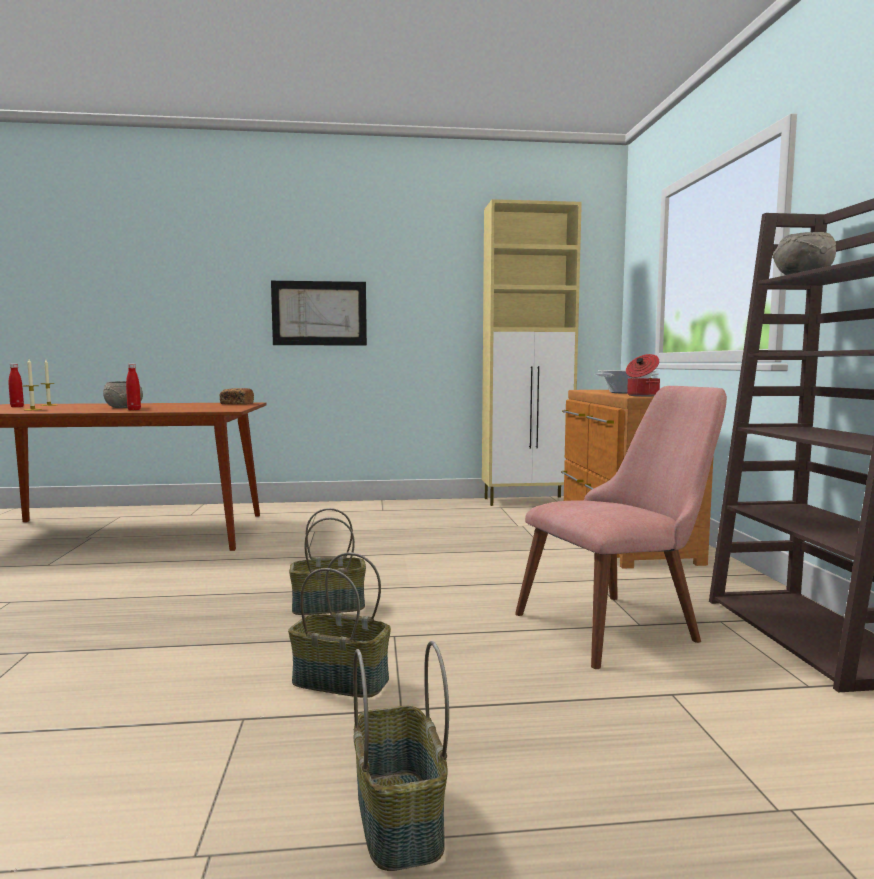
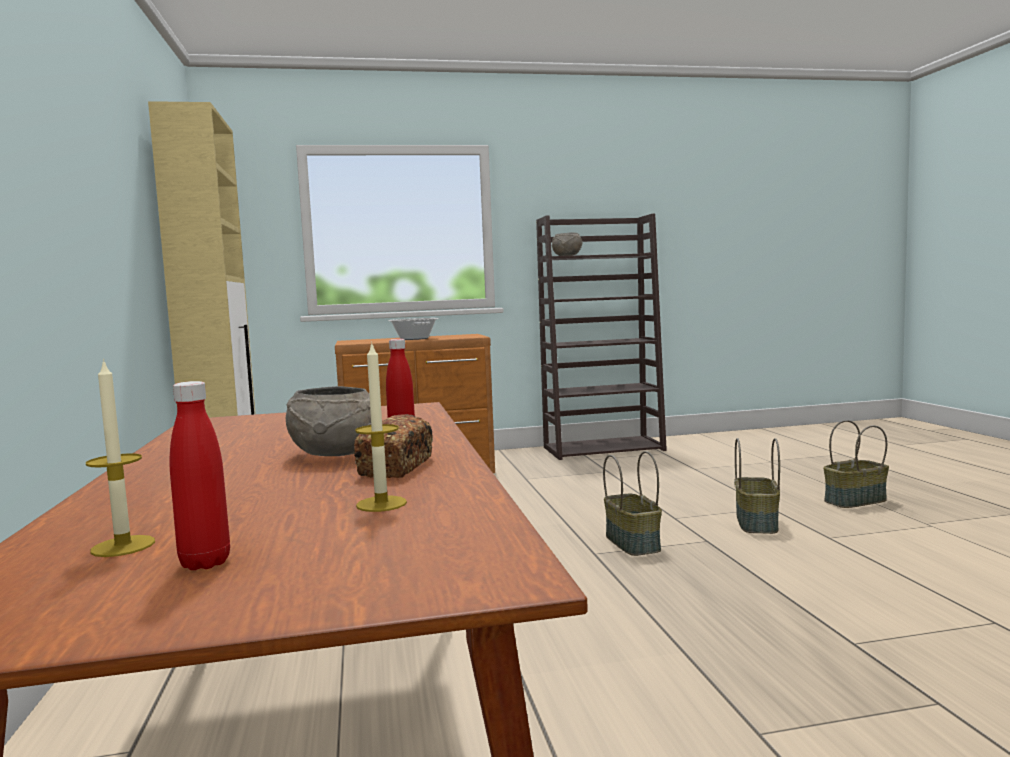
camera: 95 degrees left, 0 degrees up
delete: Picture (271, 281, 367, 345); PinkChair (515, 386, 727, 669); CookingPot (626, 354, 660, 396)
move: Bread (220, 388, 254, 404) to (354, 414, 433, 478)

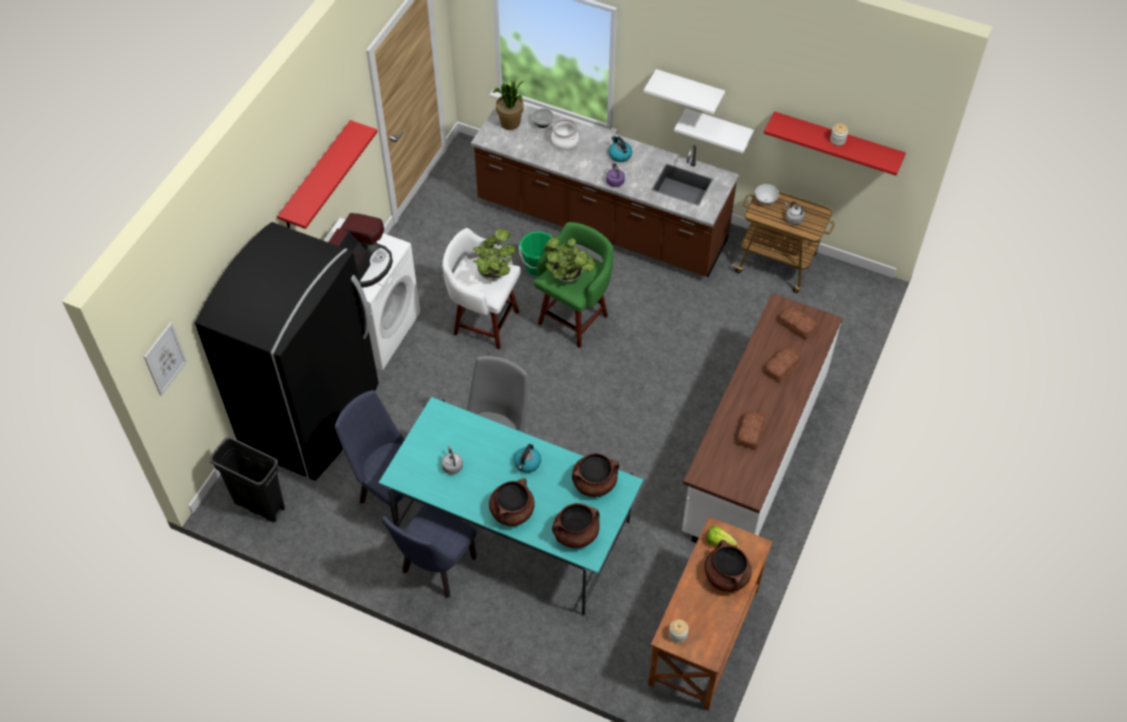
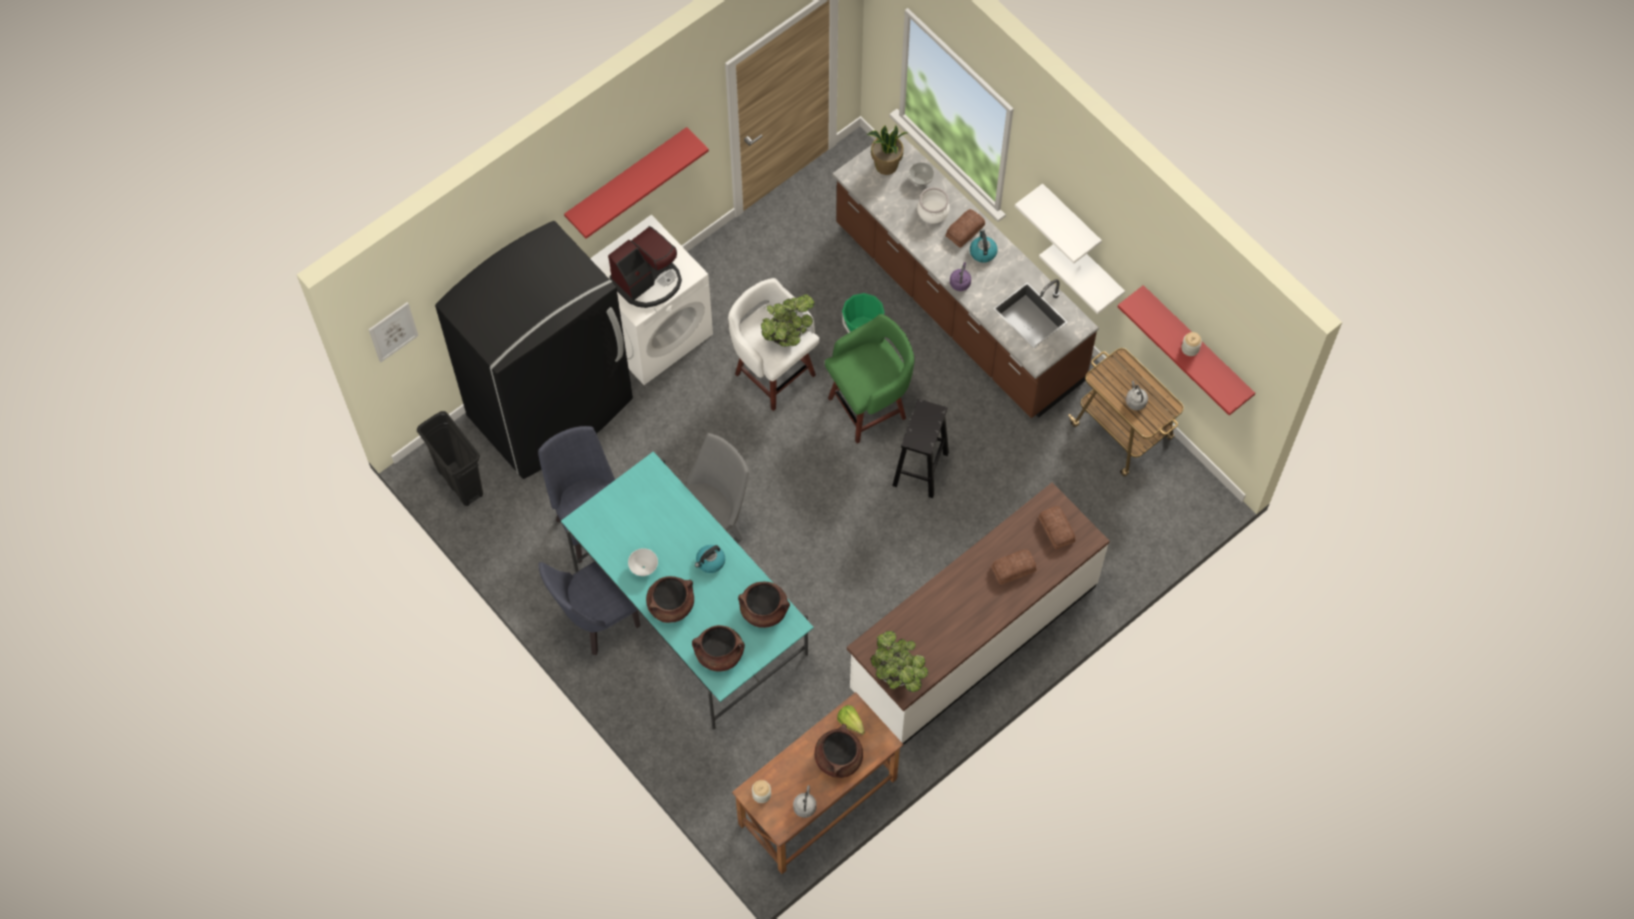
camera: 25 degrees right, 10 degrees up
insert: BlackStool (892, 399, 949, 498)
move: GreyKettle (441, 446, 463, 475) to (793, 785, 817, 818); PottedPlant (544, 237, 595, 283) to (871, 631, 928, 692); Bread (736, 411, 766, 449) to (946, 209, 985, 248); WhiteBowl (755, 184, 779, 205) to (628, 548, 658, 576)

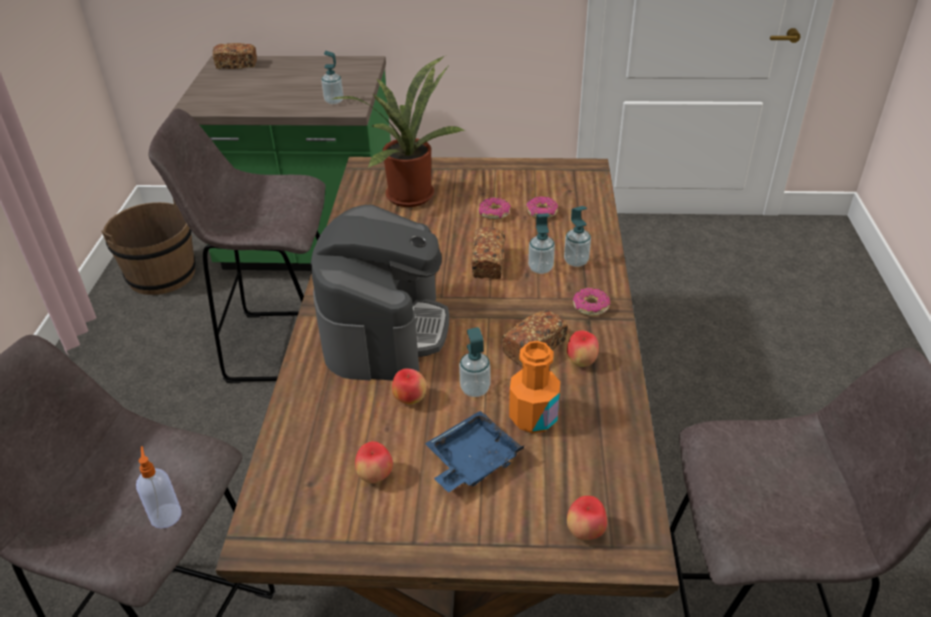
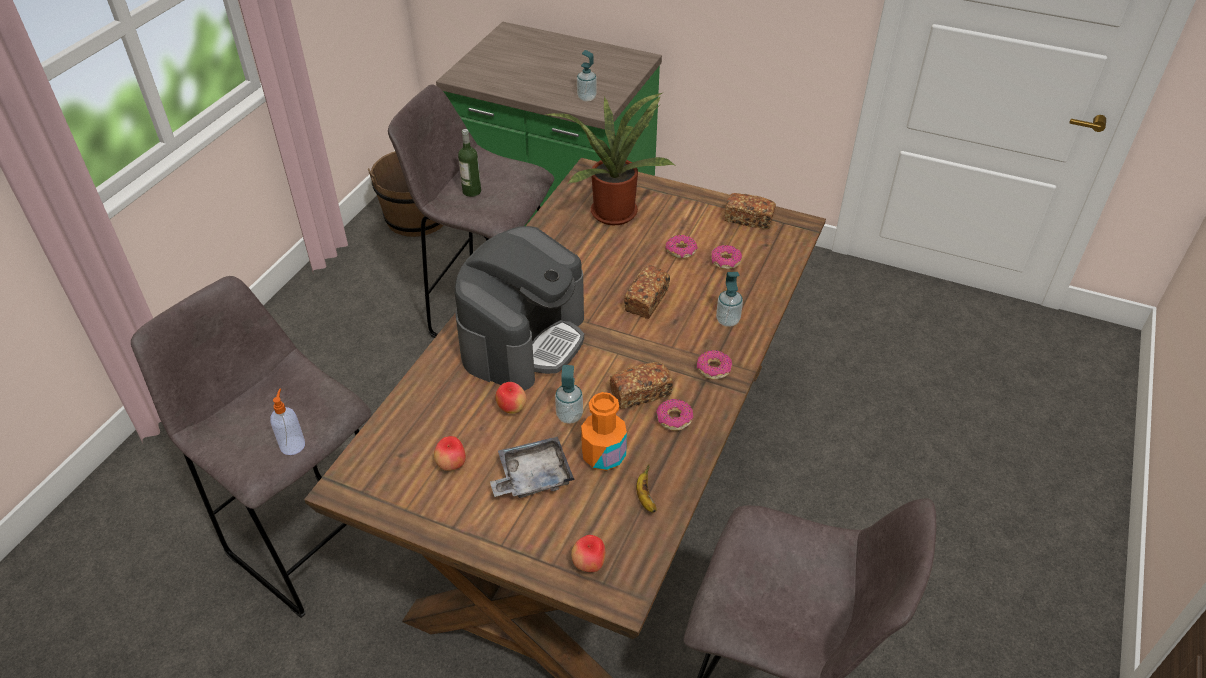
camera: 20 degrees right, 5 degrees up
delete: SoapDispenser (528, 213, 555, 274)
insert: Bottle (458, 129, 481, 197); Banana (636, 464, 657, 512)
move: Bread (213, 43, 257, 69) to (724, 193, 776, 229)
replace: Apple (567, 331, 599, 367) to Donut (656, 399, 694, 431)
recolor: BlueTray (425, 411, 524, 493) to GreyTray (490, 437, 574, 498)

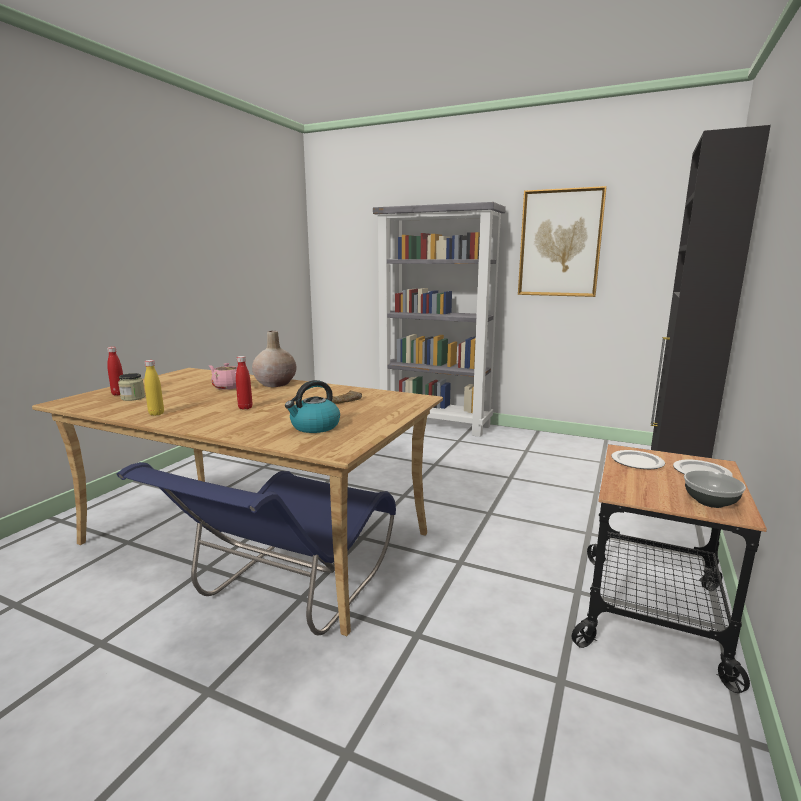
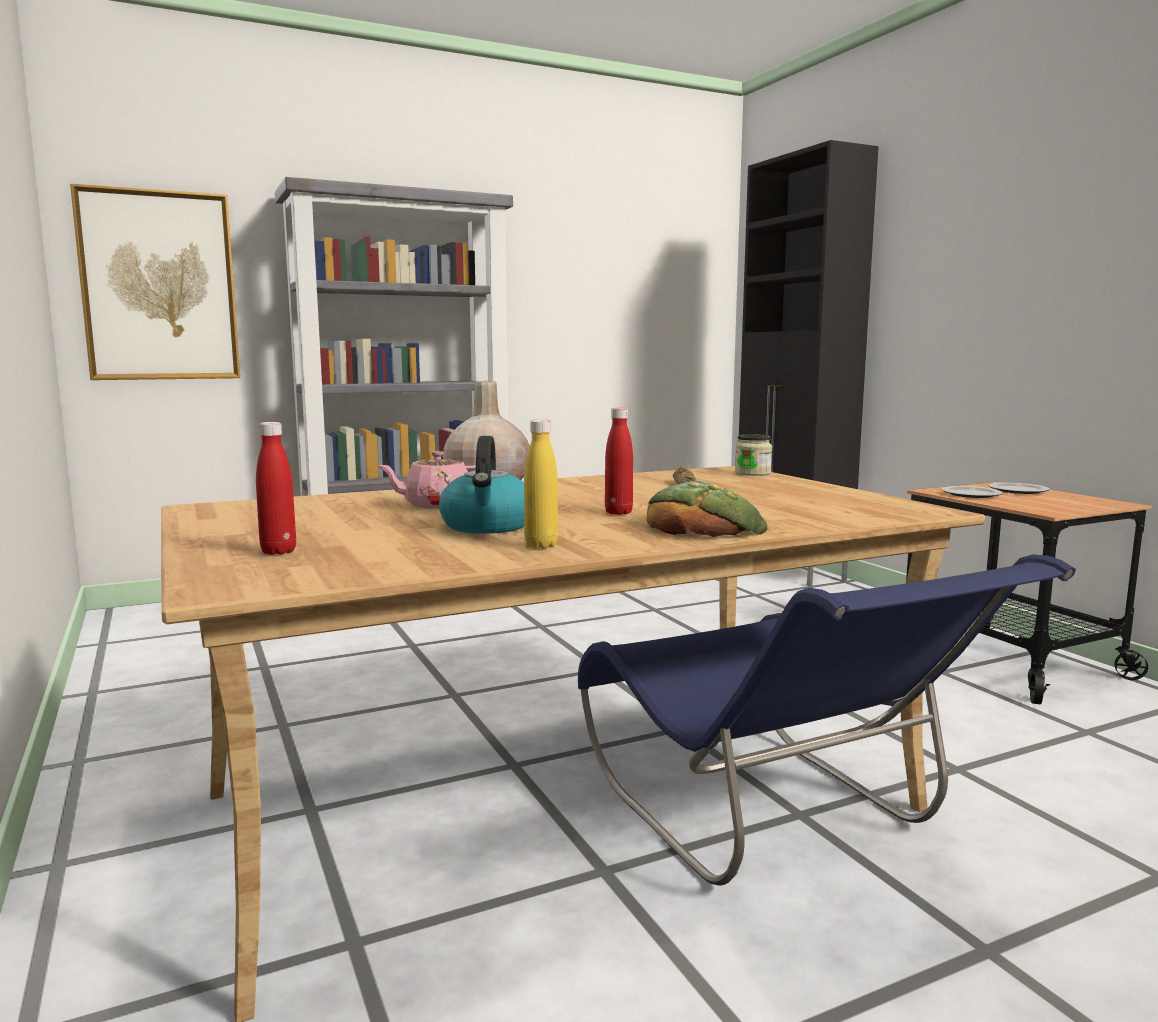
camera: 50 degrees left, 5 degrees down
delete: Bowl (684, 471, 746, 508)
insert: Bread (647, 480, 768, 537)
move: Jar (118, 373, 145, 401) to (735, 434, 772, 476); Kettle (285, 380, 340, 433) to (439, 436, 524, 534); Picture (518, 186, 607, 297) to (70, 184, 240, 380)

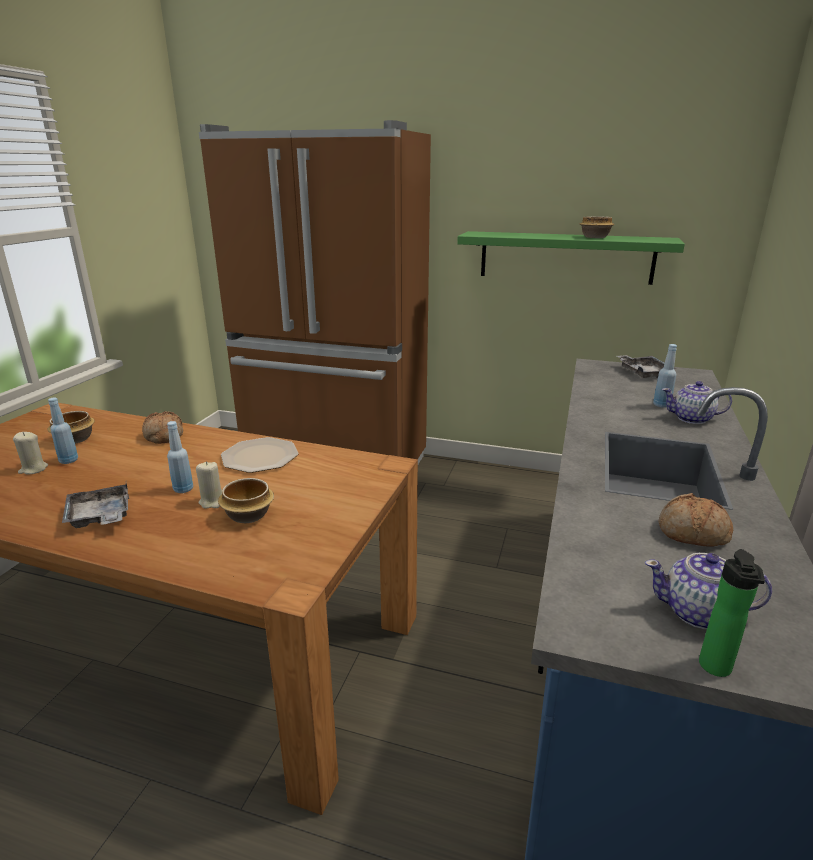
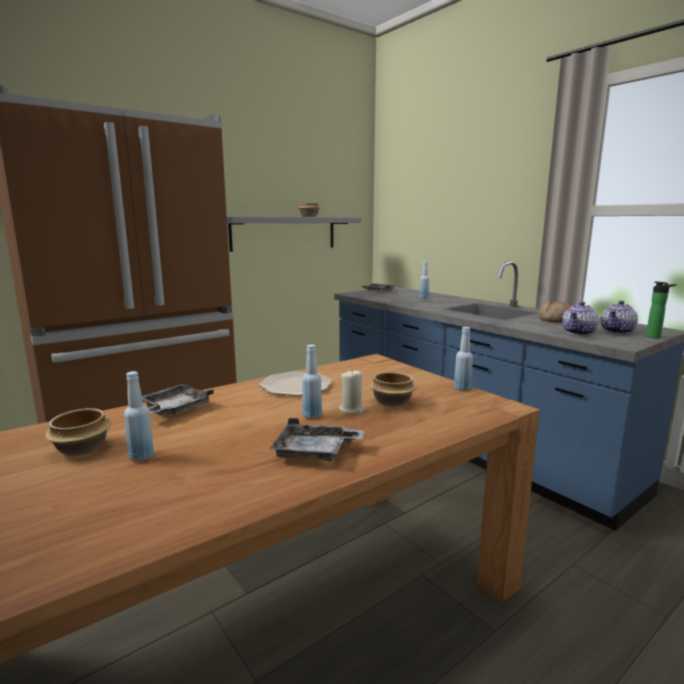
camera: 55 degrees left, 10 degrees down
delete: BeigeCandle (13, 432, 48, 474)
insert: BlueBottle (454, 327, 473, 391)
move: Teapot (662, 381, 732, 424) to (562, 301, 599, 335)
replace: Bread (142, 411, 183, 444) to GreyTray (142, 384, 214, 415)
recolor: GreenShelf (457, 231, 685, 285) to GreyShelf (227, 217, 361, 252)

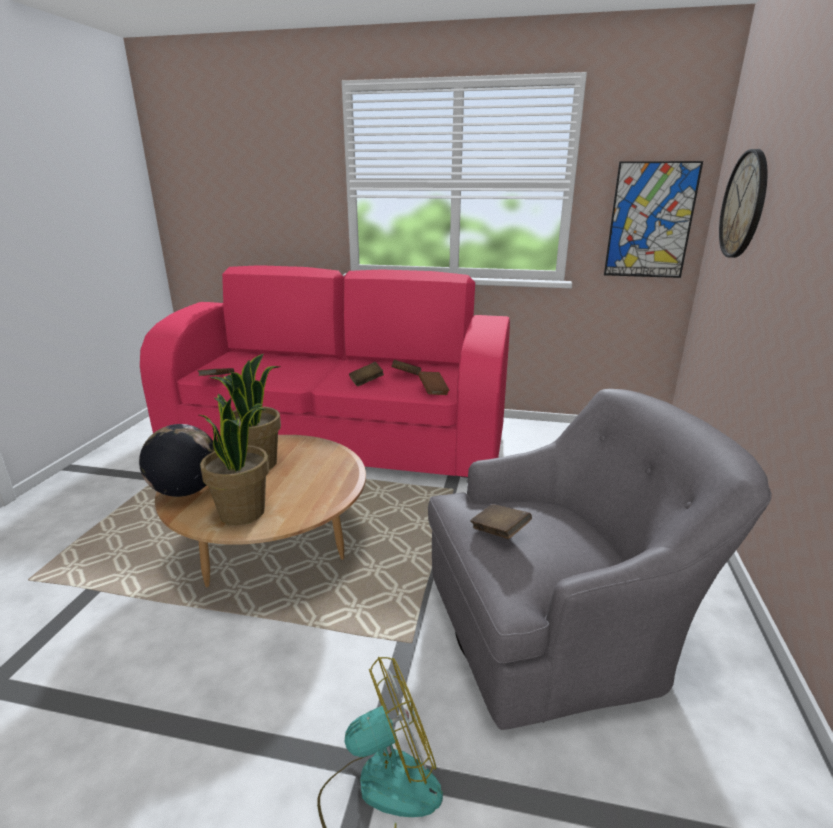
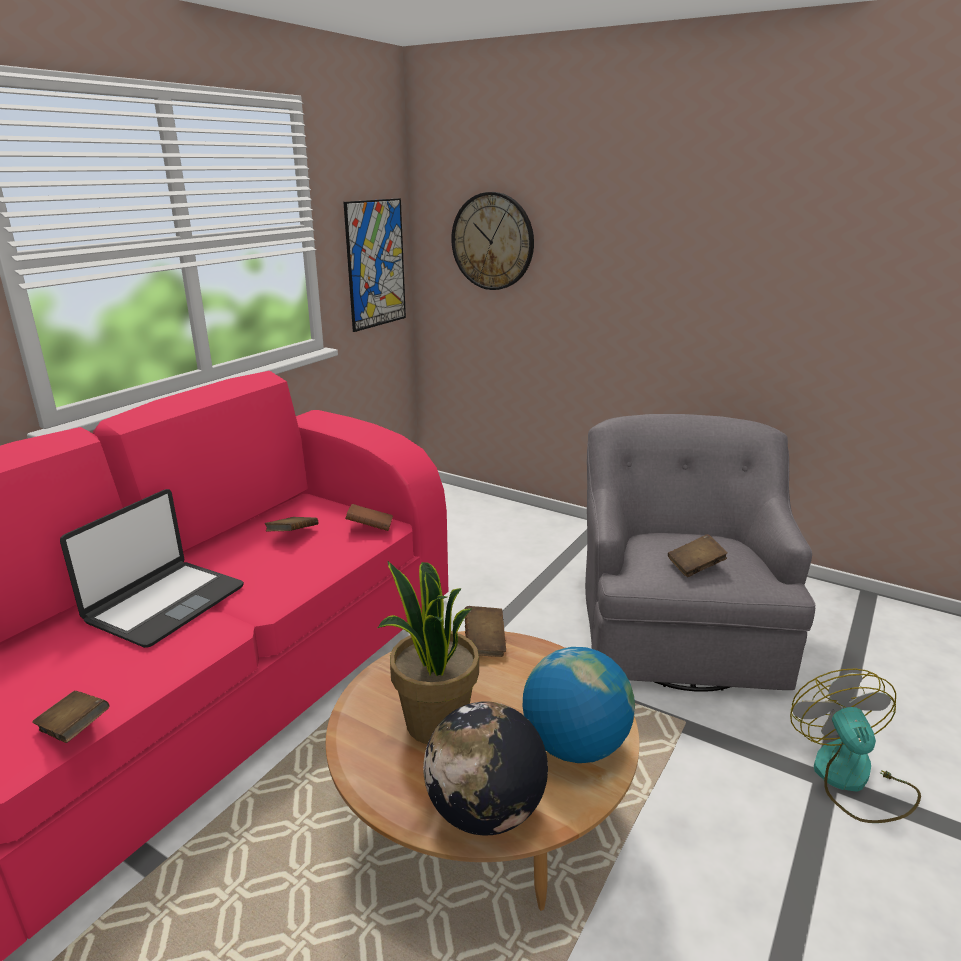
camera: 70 degrees left, 0 degrees up
insert: Laptop (60, 489, 244, 648)
move: BrownBook (349, 362, 384, 387) to (465, 606, 506, 657)
replace: PottedPlant (200, 394, 269, 525) to Globe (523, 647, 635, 763)

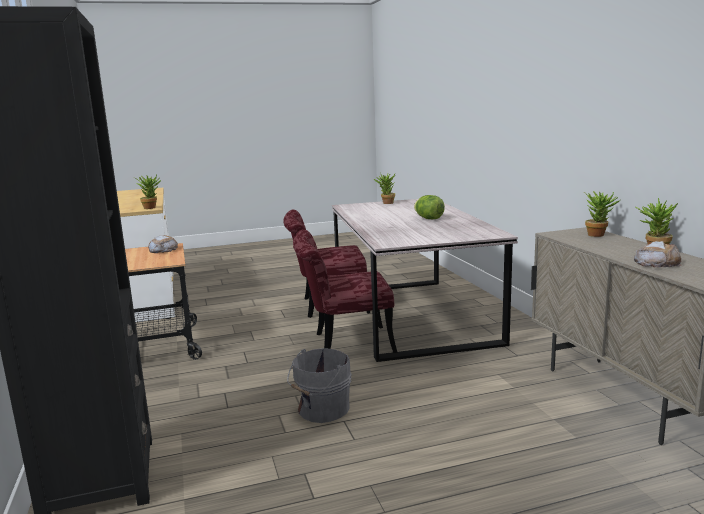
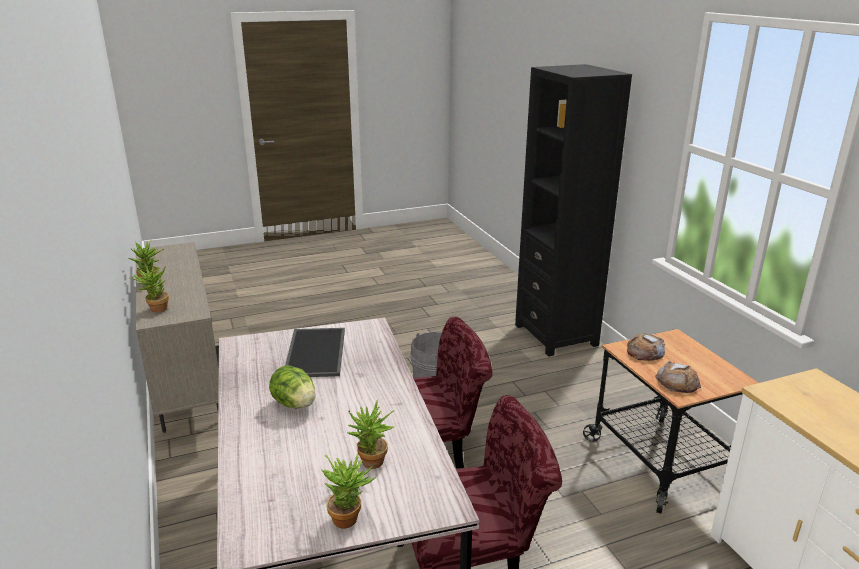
camera: 175 degrees right, 10 degrees up
insert: Tray (285, 328, 345, 377)
move: PottedPlant (134, 174, 161, 209) to (347, 400, 394, 469); Bread (634, 241, 682, 267) to (627, 333, 665, 361)

